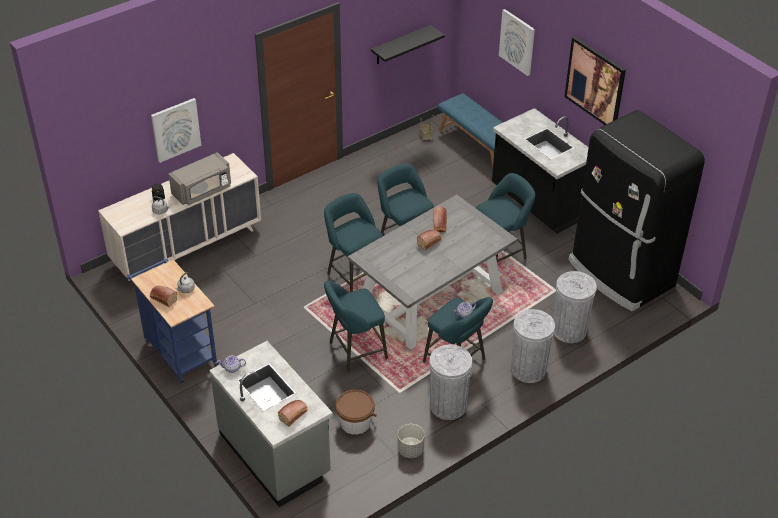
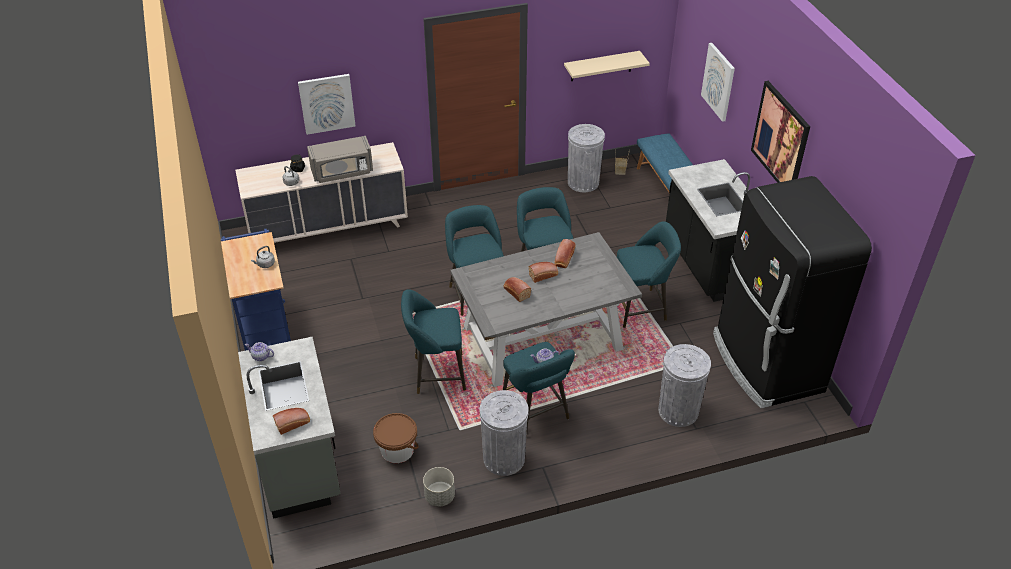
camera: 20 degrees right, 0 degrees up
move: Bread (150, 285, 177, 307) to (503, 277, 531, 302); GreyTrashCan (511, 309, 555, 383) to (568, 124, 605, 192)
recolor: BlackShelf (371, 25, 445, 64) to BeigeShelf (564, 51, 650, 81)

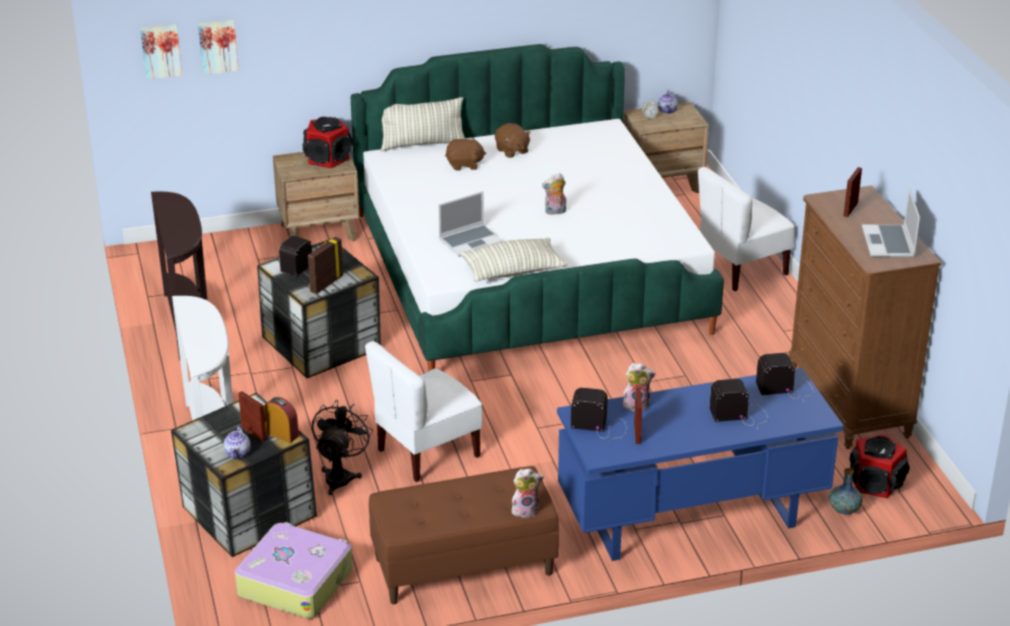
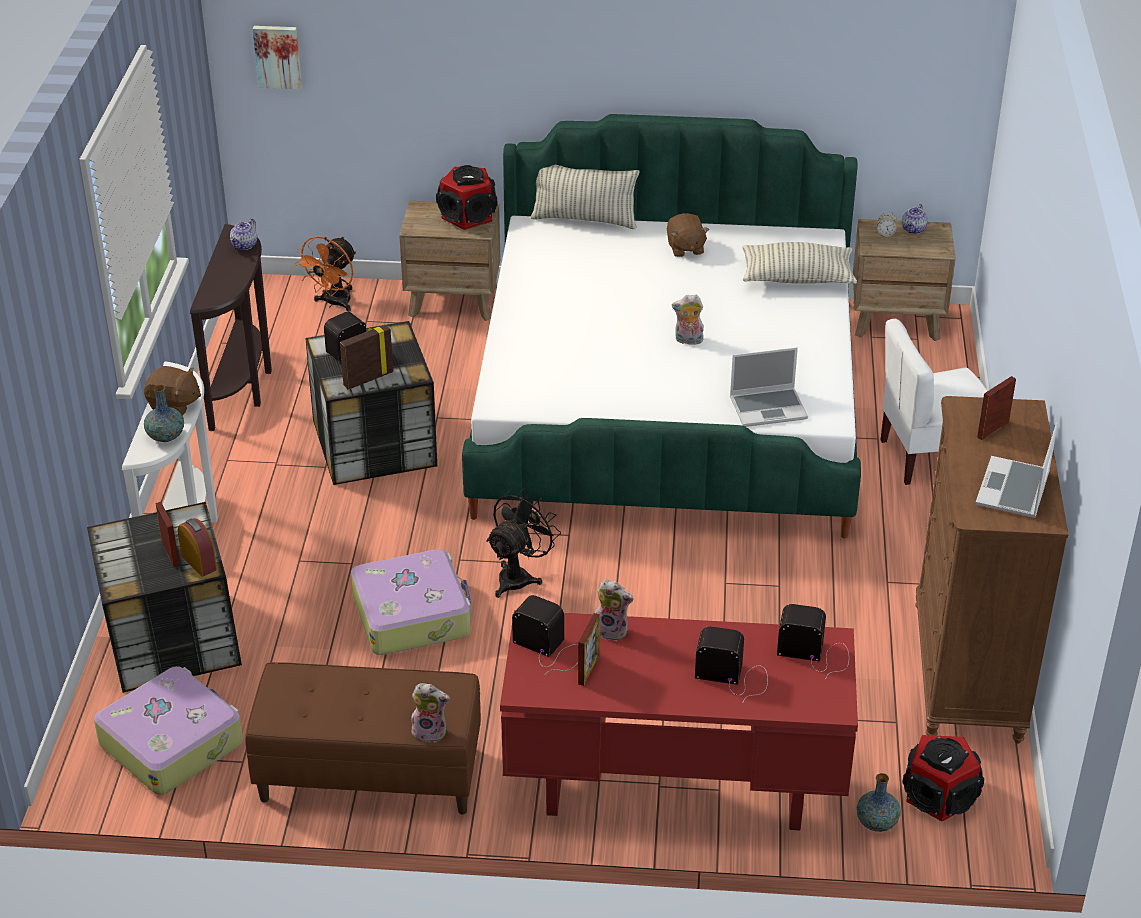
camera: 20 degrees right, 5 degrees up
delete: Picture (198, 20, 239, 75)
insert: Vase (144, 385, 184, 442); OrangeFan (295, 236, 356, 311)
move: Teapot (224, 426, 250, 459) to (230, 218, 257, 250); BlackFan (312, 400, 373, 495) to (486, 488, 561, 598); Laptop (438, 191, 503, 257) to (730, 347, 808, 427); BrownPlushToy (445, 137, 486, 171) to (144, 366, 201, 415); Pillow (460, 238, 567, 282) to (742, 242, 857, 284)
replace: WhiteChair (365, 341, 483, 482) to Suitcase (351, 549, 471, 655)
recolor: BlueDesk (557, 367, 844, 561) to RedDesk (500, 610, 858, 830)

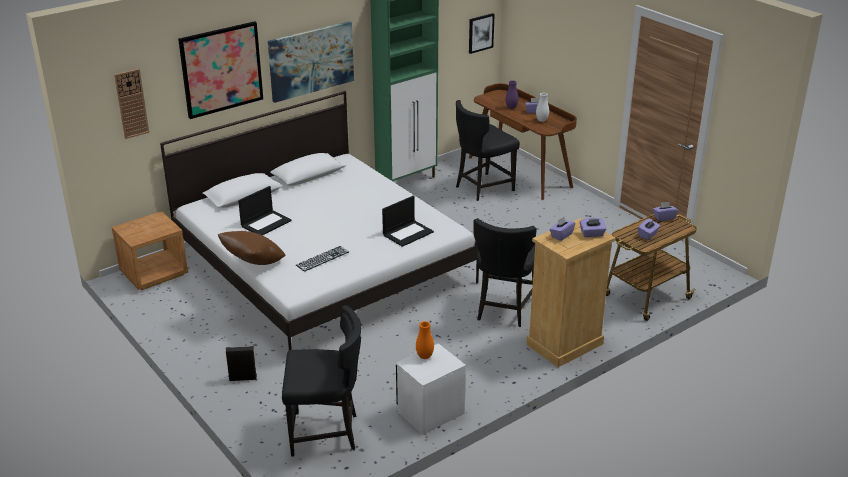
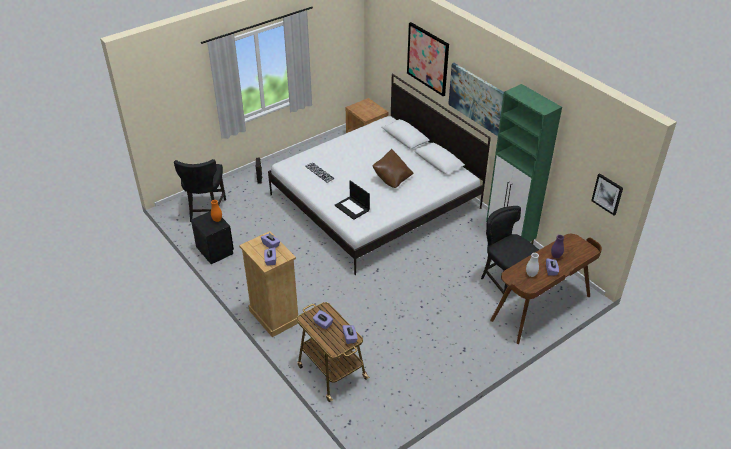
camera: 90 degrees right, 10 degrees up
delete: WallClock (114, 69, 149, 139); Laptop (238, 186, 291, 235); BlackChair (473, 218, 536, 327)
move: BrownPillow (217, 231, 285, 265) to (373, 149, 414, 188)
recolor: WhiteNightstand (396, 343, 466, 435) to BlackNightstand (191, 211, 234, 264)

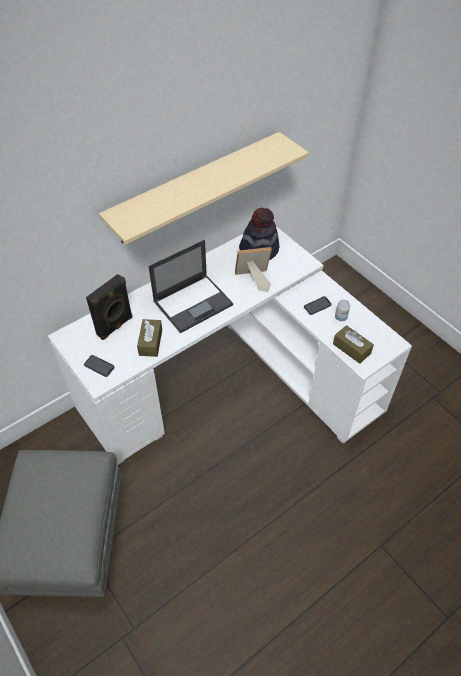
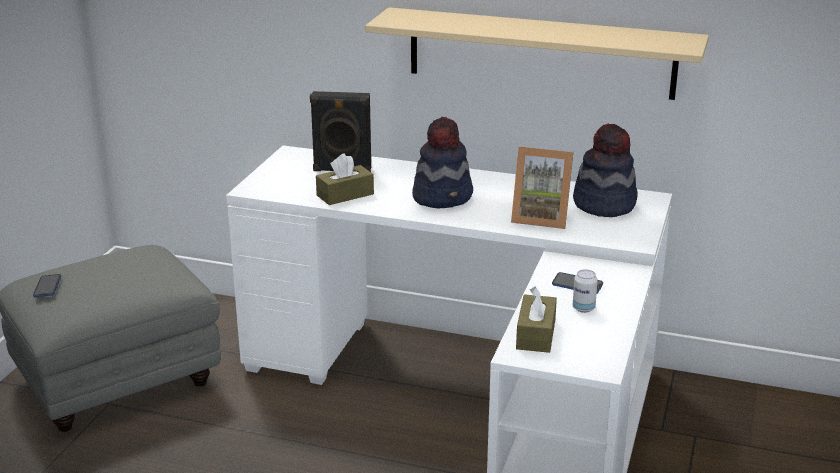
camera: 55 degrees right, 25 degrees down
move: Phone (84, 355, 115, 377) to (33, 274, 61, 297)
replace: Laptop (149, 240, 233, 333) to Hat (412, 117, 473, 208)
rotate: PictureFrame (235, 247, 272, 292) = (511, 147, 574, 229) 150 degrees clockwise

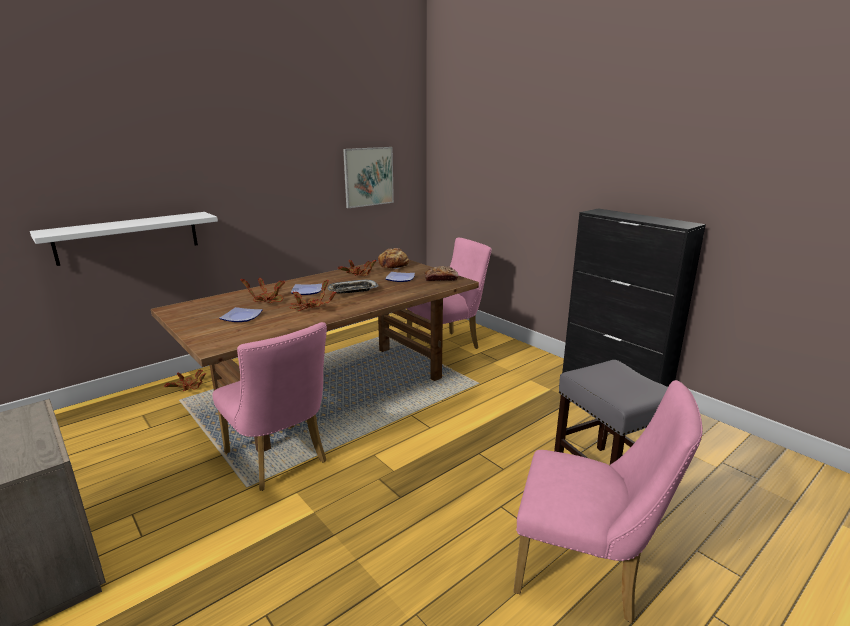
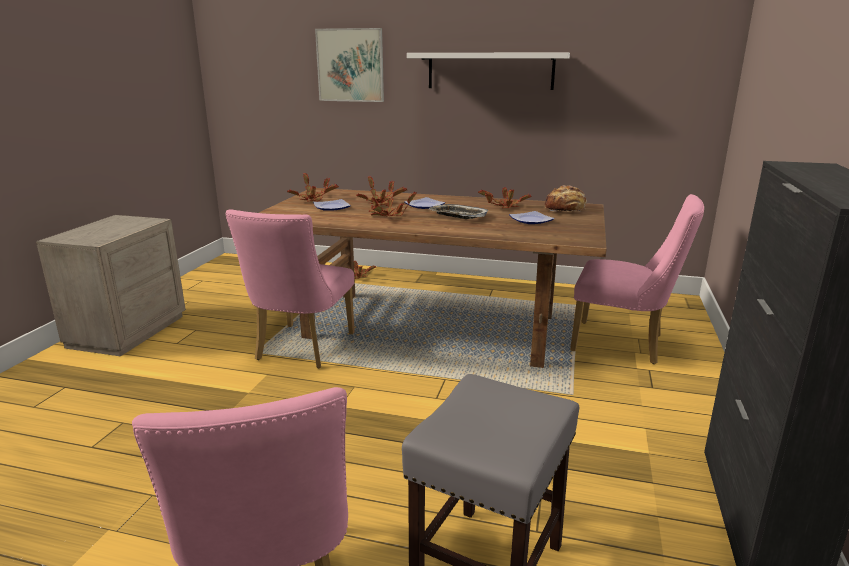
camera: 55 degrees right, 0 degrees up
delete: Bread (425, 266, 458, 281)
insert: PottedPlant (287, 173, 339, 202)
move: WhiteShelf (30, 212, 218, 266) to (407, 53, 570, 90); Picture (343, 147, 394, 208) to (315, 28, 384, 102)

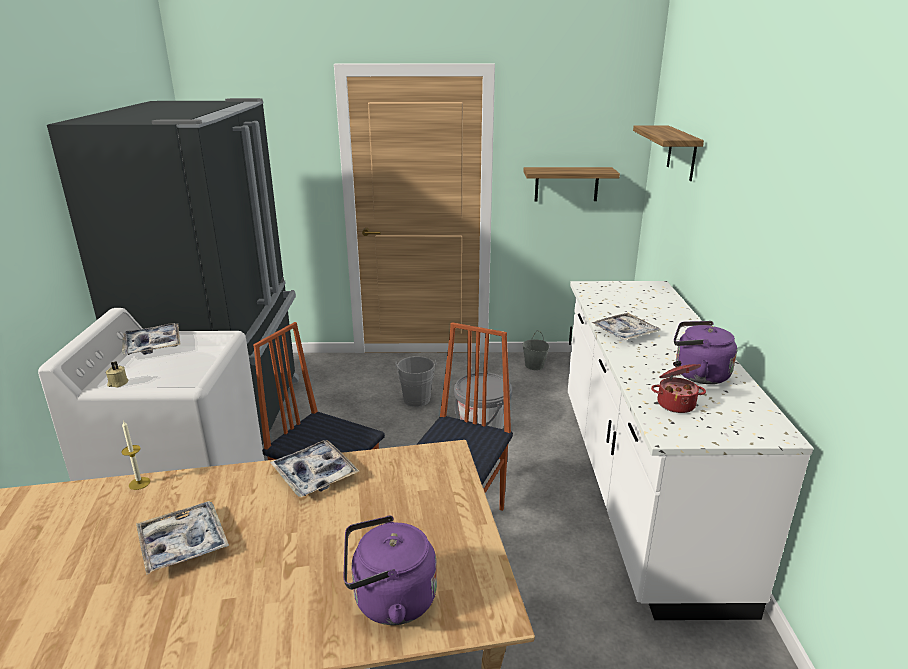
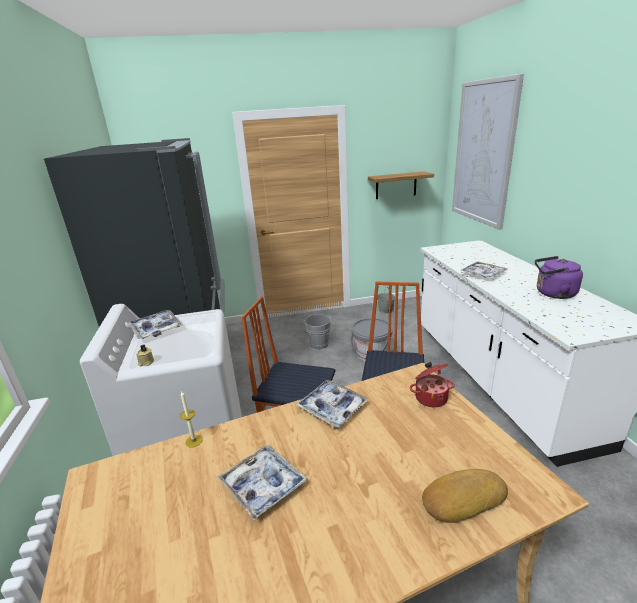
camera: 10 degrees left, 0 degrees up
move: CookingPot (651, 361, 706, 413) to (410, 362, 455, 407)
replace: PurpleKettle (344, 515, 437, 625) to Bread (422, 469, 508, 523); Shelf (633, 125, 704, 181) to Picture (452, 74, 524, 230)

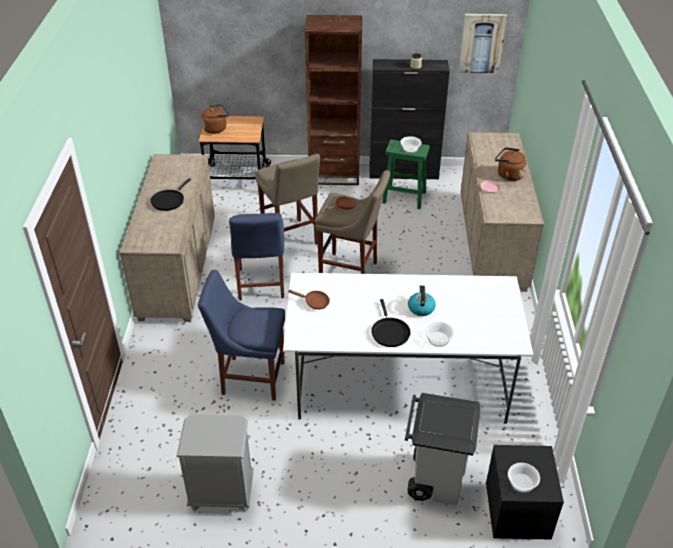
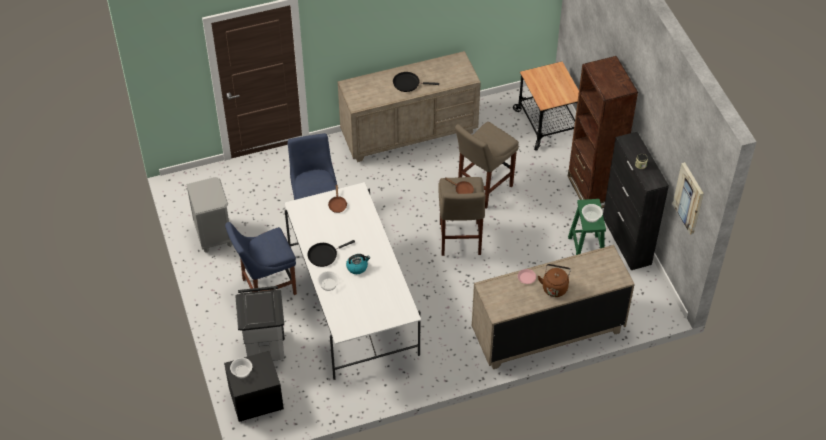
camera: 70 degrees right, 10 degrees up
delete: BrownKettle (202, 105, 229, 134)
move: BlueChair (229, 213, 284, 301) to (225, 222, 297, 295)

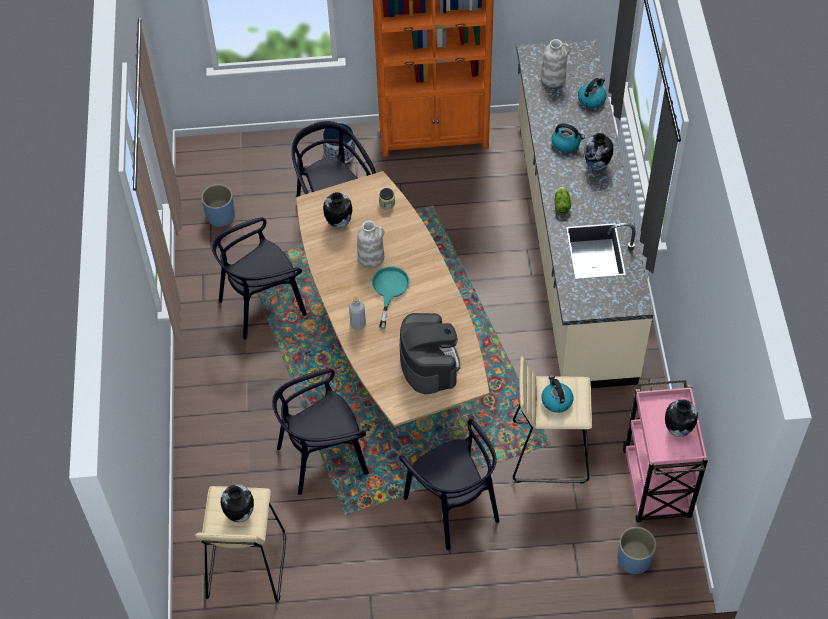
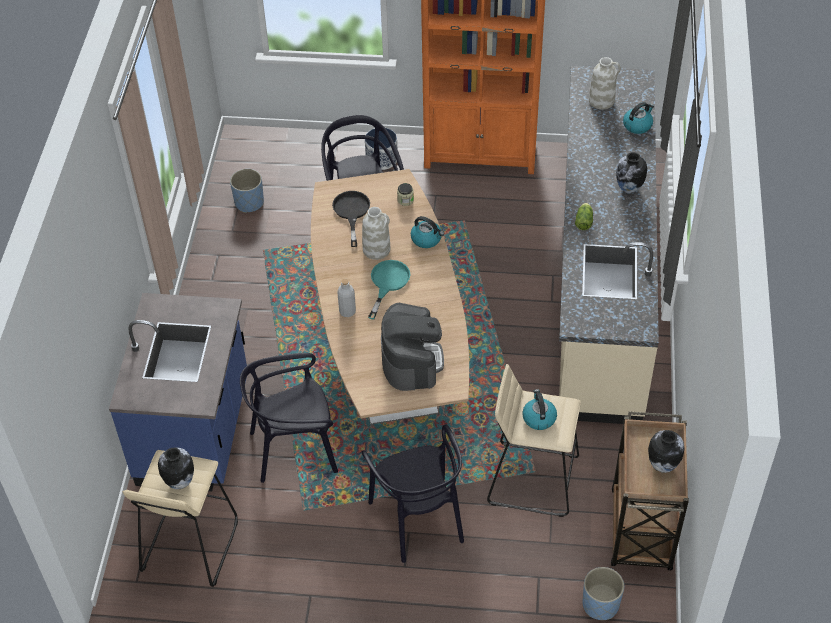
camera: 10 degrees right, 5 degrees down
delete: BlackChair (212, 217, 307, 340)
insert: BlueCounter (109, 293, 247, 491)
move: Kettle (551, 123, 585, 152) to (411, 216, 444, 248)
replace: Vase (323, 192, 352, 228) to BlackFryingPan (332, 191, 370, 247)
recolor: PinkCart (623, 380, 708, 522) to BrownCart (611, 412, 689, 570)

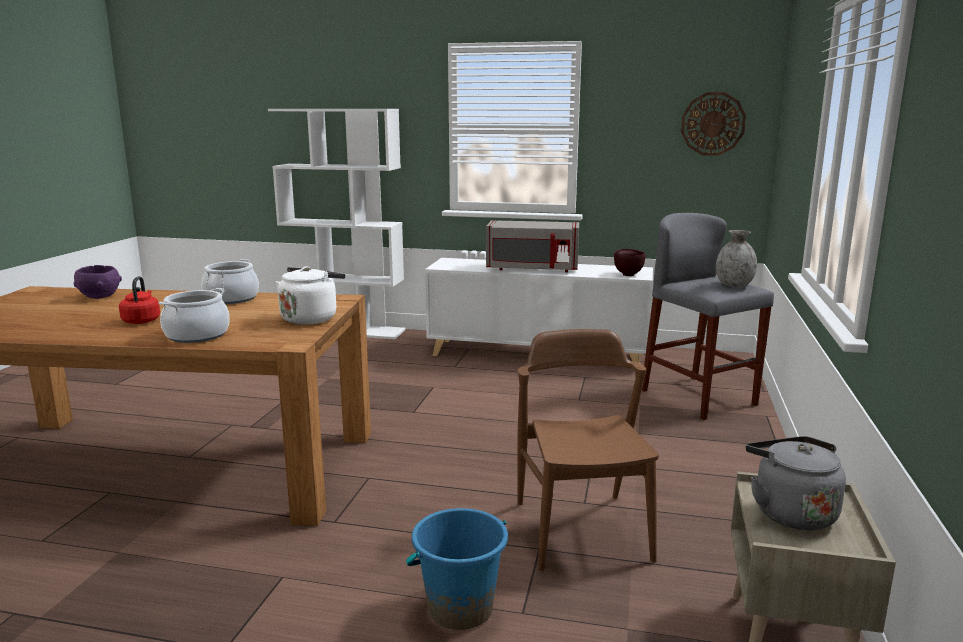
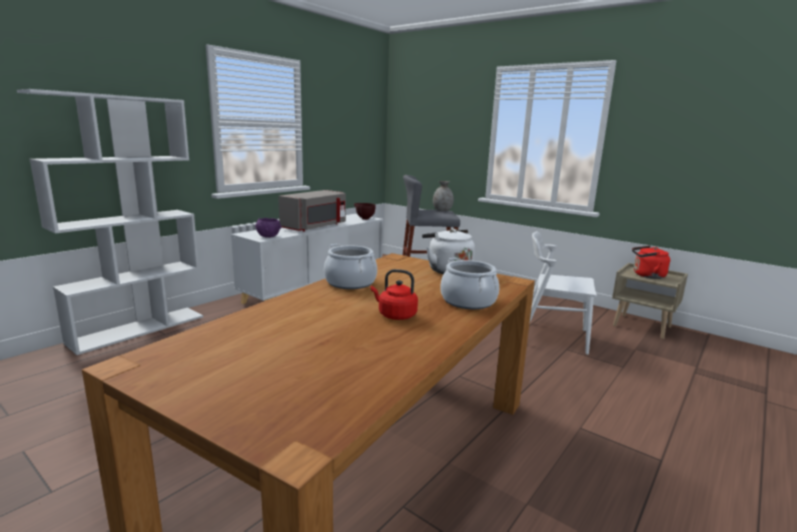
camera: 65 degrees left, 0 degrees up
delete: BlueBucket (406, 508, 508, 630); WallClock (681, 92, 746, 156)
move: PurpleBowl (73, 265, 122, 299) to (255, 218, 282, 238)
recolor: BrownChair (517, 329, 659, 572) to WhiteChair (530, 231, 597, 355); GreyKettle (746, 436, 846, 530) to RedKettle (632, 246, 670, 279)

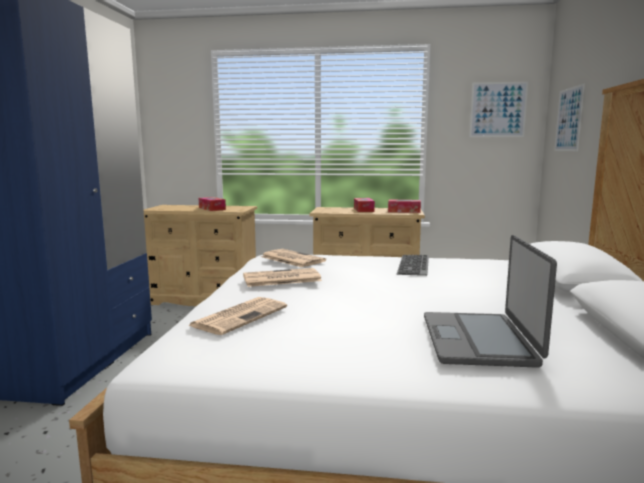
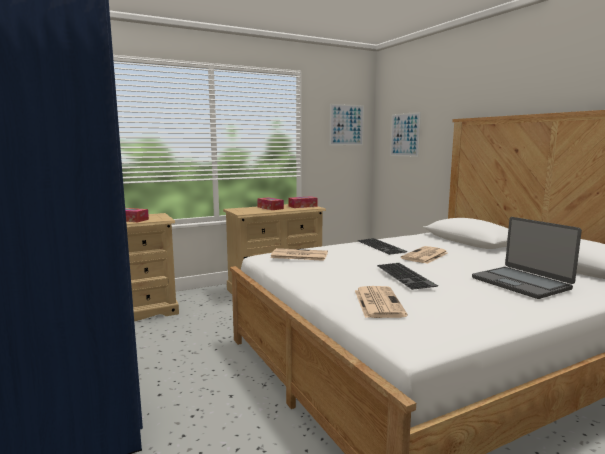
camera: 35 degrees left, 0 degrees up
insert: Keyboard (377, 263, 438, 290)
move: Newspaper (243, 268, 322, 287) to (401, 246, 448, 264)

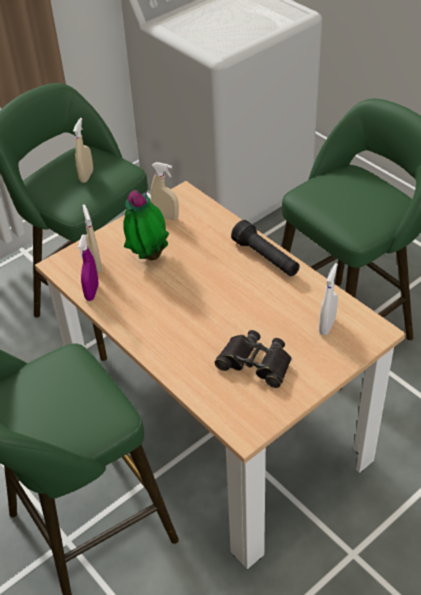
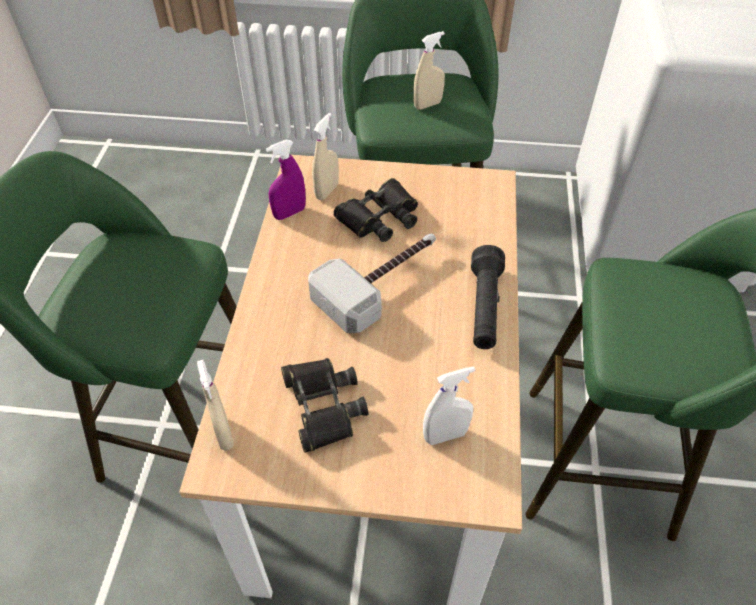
camera: 45 degrees right, 5 degrees up
insert: Hammer (308, 234, 436, 333)
move: BeigeSprayBottle (151, 162, 179, 220) to (197, 359, 234, 451)
replace: PottedPlant (123, 190, 169, 261) to BlackBinoculars (333, 178, 418, 242)

